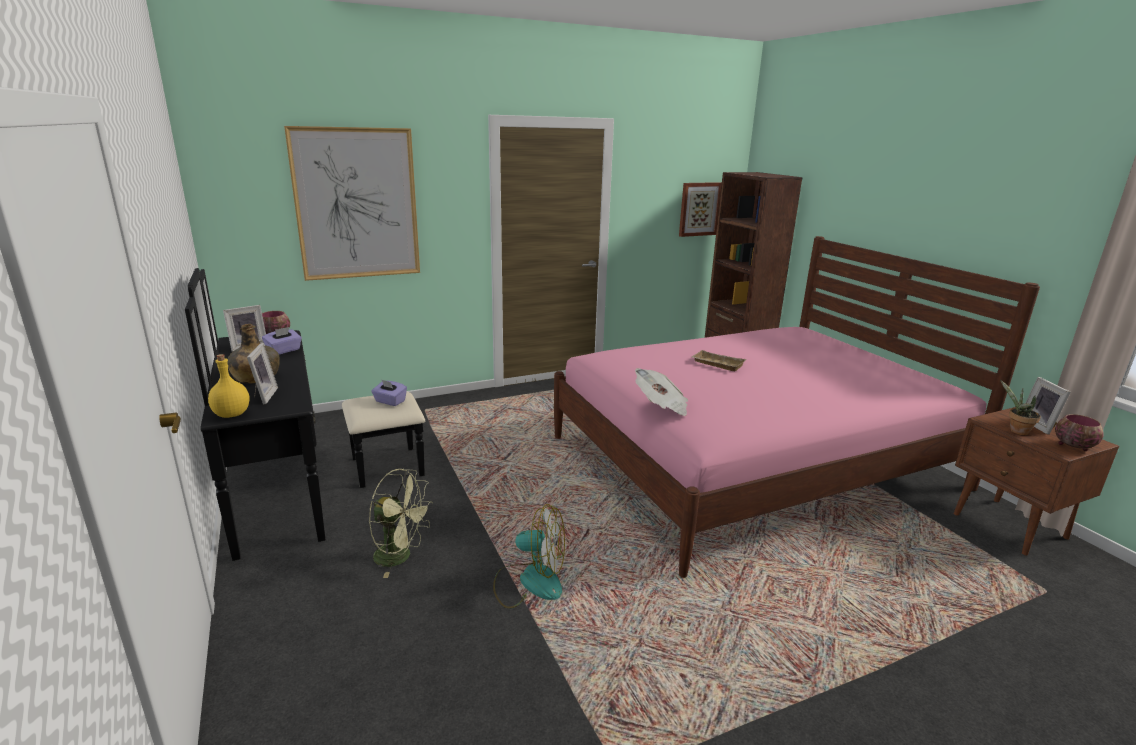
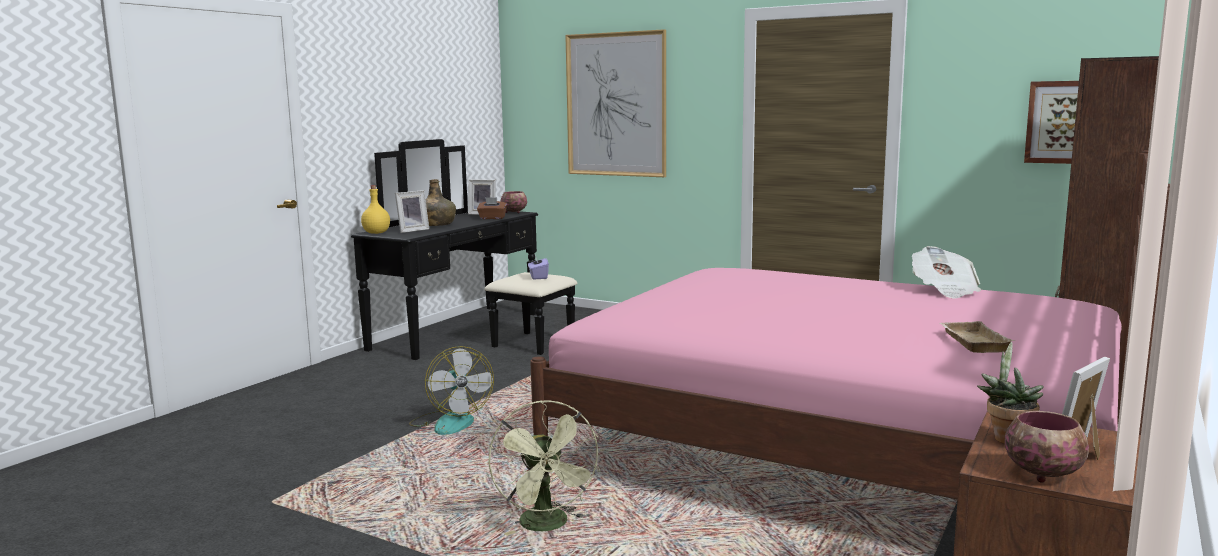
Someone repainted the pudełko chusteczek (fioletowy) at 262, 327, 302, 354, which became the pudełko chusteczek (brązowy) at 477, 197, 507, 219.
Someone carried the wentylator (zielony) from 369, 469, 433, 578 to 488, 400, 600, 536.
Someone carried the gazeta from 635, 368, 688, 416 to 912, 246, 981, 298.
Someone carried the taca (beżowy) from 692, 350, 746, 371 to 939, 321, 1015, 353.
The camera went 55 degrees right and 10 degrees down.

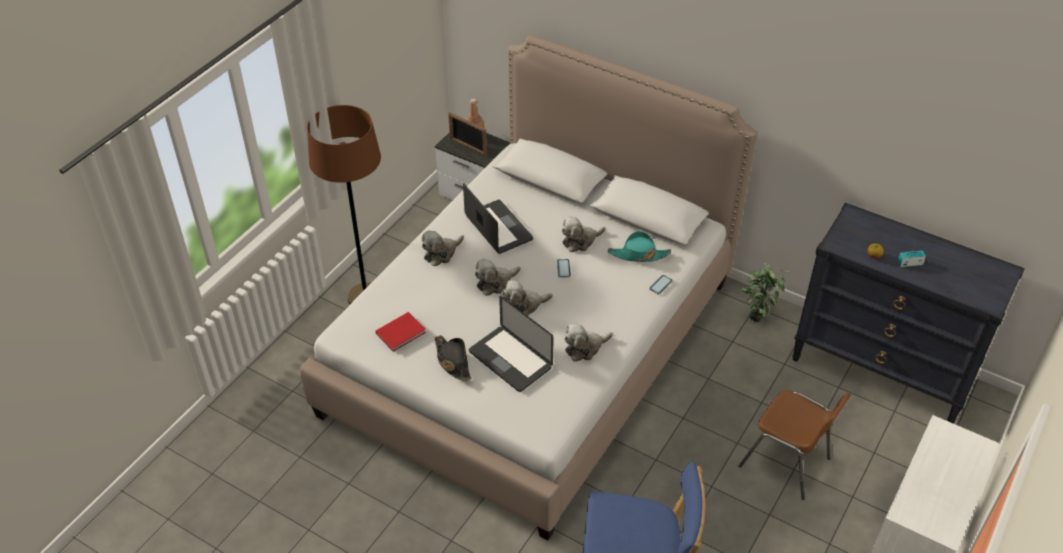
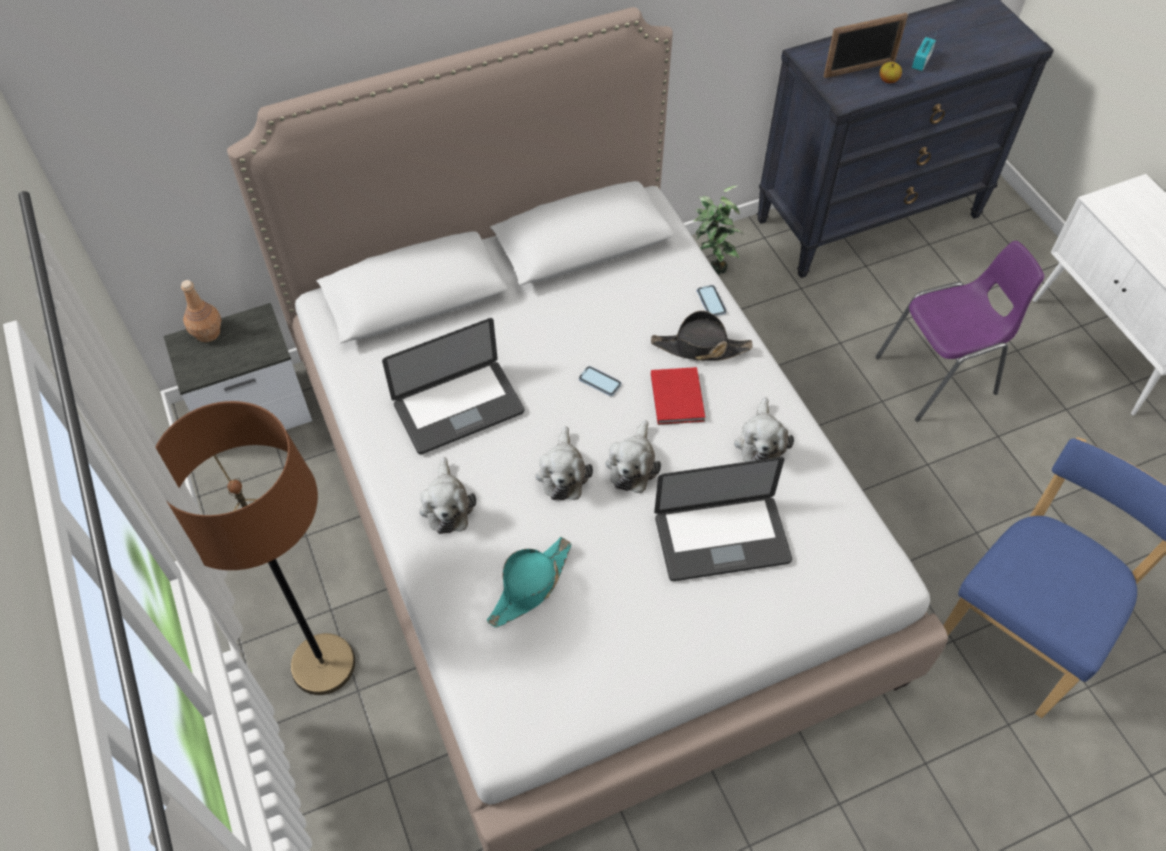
Someone carried the książka (czerwony) from 376, 312, 426, 352 to 651, 367, 705, 425.
Someone carried the kapelusz (czarny) from 435, 335, 472, 381 to 651, 311, 752, 361.
Someone carried the ramka na zdjęcie from 448, 112, 487, 156 to 824, 13, 908, 78.
Someone rotated the laptop at 463, 183, 533, 254 by 150 degrees clockwise.
Someone took away the pluszak at 561, 216, 606, 252.
Someone carried the kapelusz (turkusowy) from 608, 231, 671, 262 to 487, 537, 572, 628.
Someone repainted the krzesło (brązowy) at 738, 390, 851, 500, which became the krzesło (fioletowy) at 875, 241, 1045, 422.
The camera went 55 degrees left and 10 degrees up.

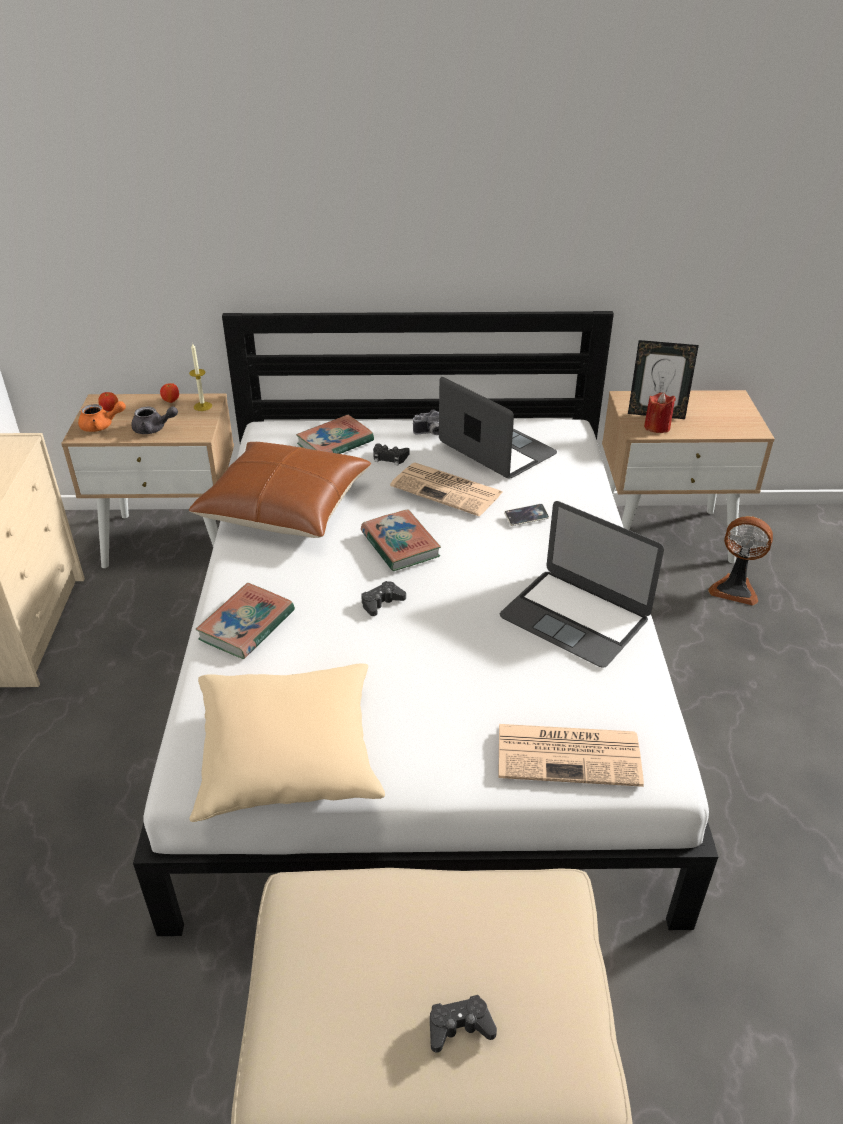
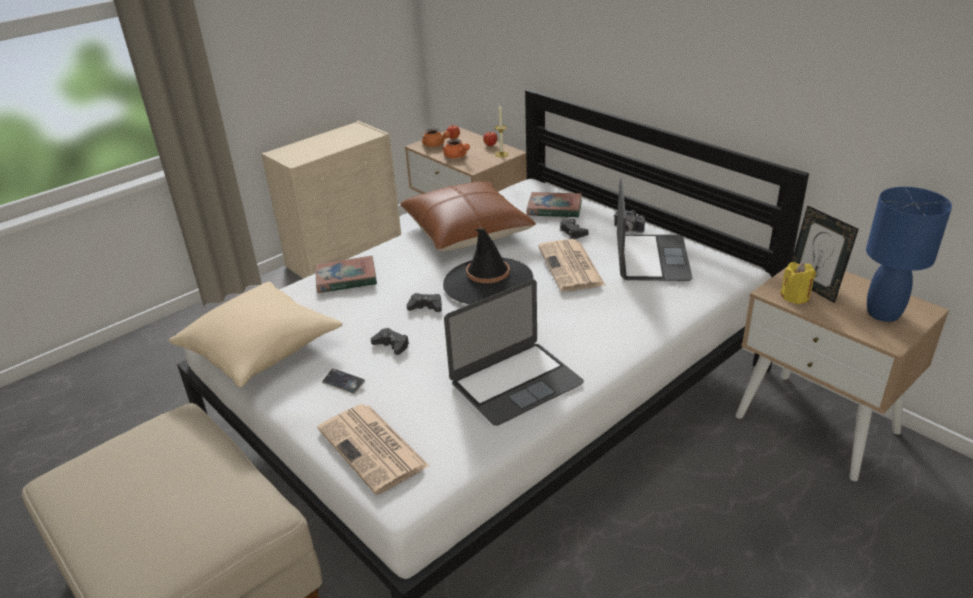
Someone repainted the imbryk (szary) at 131, 406, 178, 434, which became the imbryk (pomarańczowy) at 442, 139, 470, 158.
Someone swapped the książka at 361, 509, 441, 571 for the kapelusz (czarny) at 443, 228, 533, 305.
Someone carried the pad do gier (czarny) from 430, 995, 497, 1053 to 371, 328, 409, 355.
Someone rotated the laptop at 500, 501, 664, 668 by 120 degrees counterclockwise.
Someone carried the telefon from 504, 504, 549, 526 to 322, 368, 365, 395.
Someone repainted the świeca (czerwony) at 644, 392, 676, 433, which became the świeca (żółty) at 780, 262, 816, 304.
Someone took away the wentylator at 708, 516, 773, 606.
Someone put down the lampa stołowa (niebieski) at 866, 187, 952, 322.
The camera went 50 degrees right and 5 degrees down.

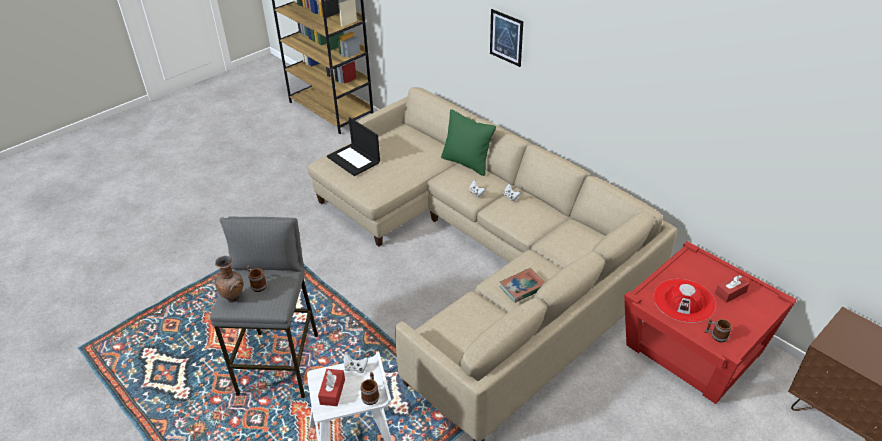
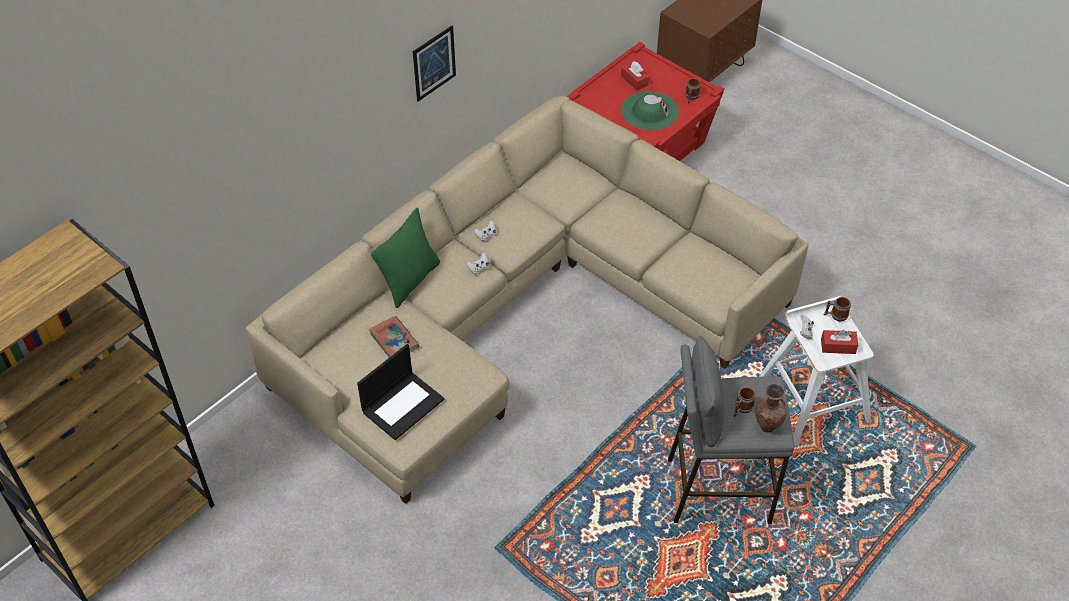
Someone carried the obraz from 490, 9, 523, 67 to 413, 25, 456, 101.
Someone carried the książka from 500, 268, 545, 303 to 369, 316, 419, 358.
Someone repainted the kapelusz (czerwony) at 654, 279, 716, 323, which became the kapelusz (zielony) at 621, 91, 679, 130.
The camera went 95 degrees left and 10 degrees up.

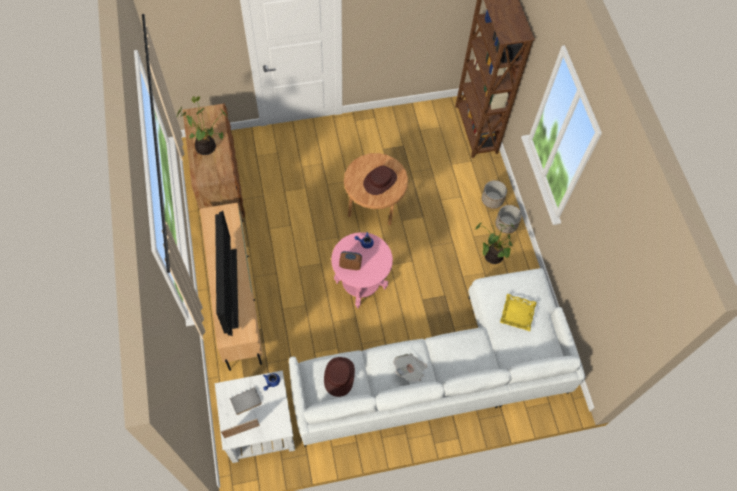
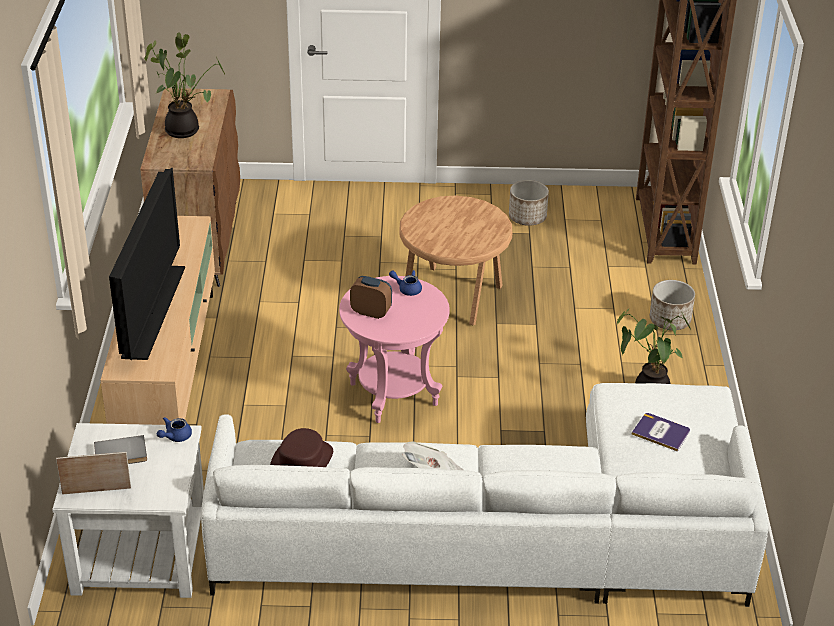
Someone took away the kapelusz (brązowy) at 363, 166, 397, 195.
Someone carried the donica from 495, 205, 522, 234 to 509, 180, 549, 226.
Someone swapped the taca (żółty) at 500, 294, 537, 331 for the książka at 632, 413, 690, 452.
The camera went 15 degrees right and 25 degrees down.

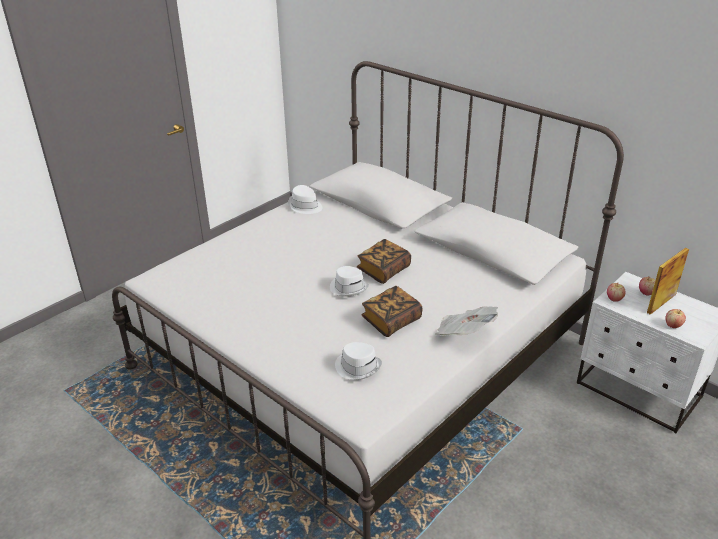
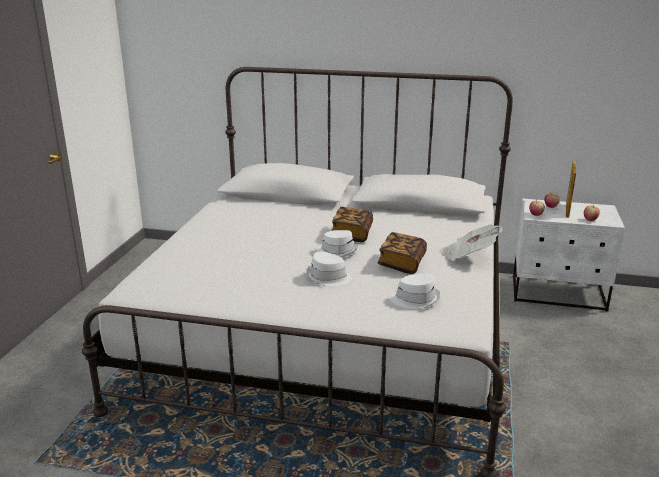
Someone carried the kapelusz (biały) from 288, 185, 322, 214 to 306, 252, 352, 286.
The camera went 30 degrees left and 10 degrees down.

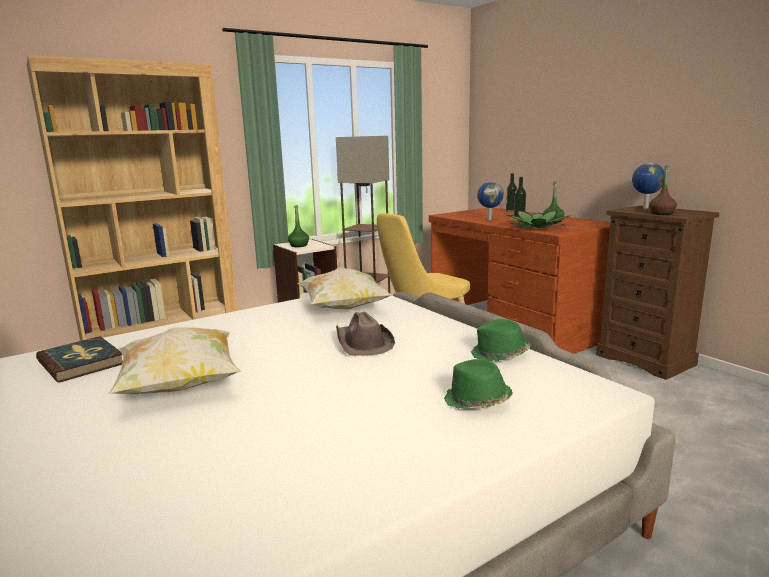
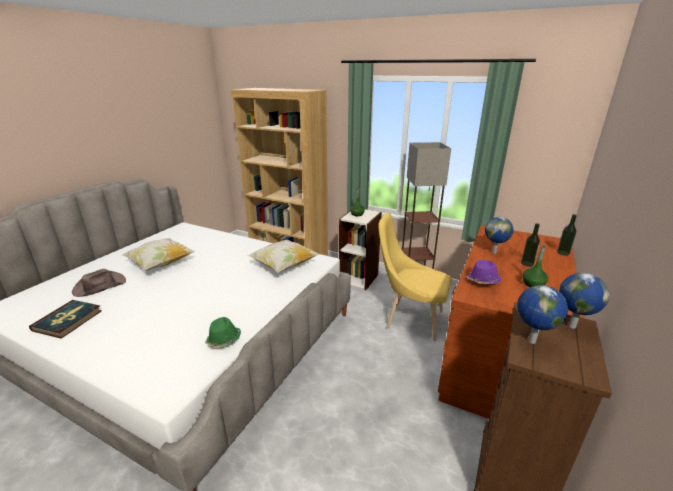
Someone carried the książka from 36, 336, 123, 383 to 29, 300, 102, 339.
Someone carried the kapelusz (brązowy) from 336, 312, 395, 356 to 72, 269, 126, 297.
Someone took away the kapelusz (zielony) at 444, 359, 513, 409.
Someone swapped the roślina doniczkowa at 507, 210, 571, 228 for the kapelusz (fioletowy) at 467, 260, 501, 284.
Someone swapped the butelka (brązowy) at 649, 165, 677, 215 for the globus at 517, 285, 568, 344.
The camera went 60 degrees right and 10 degrees up.

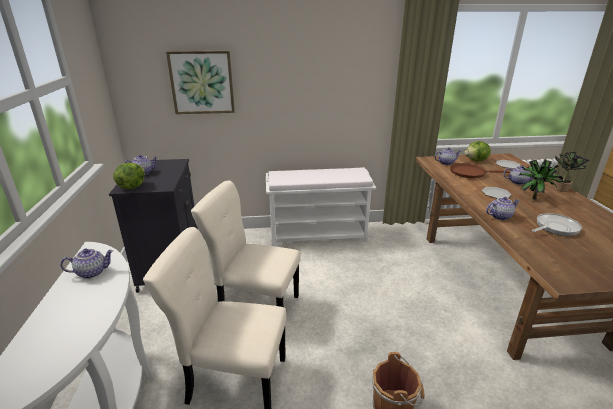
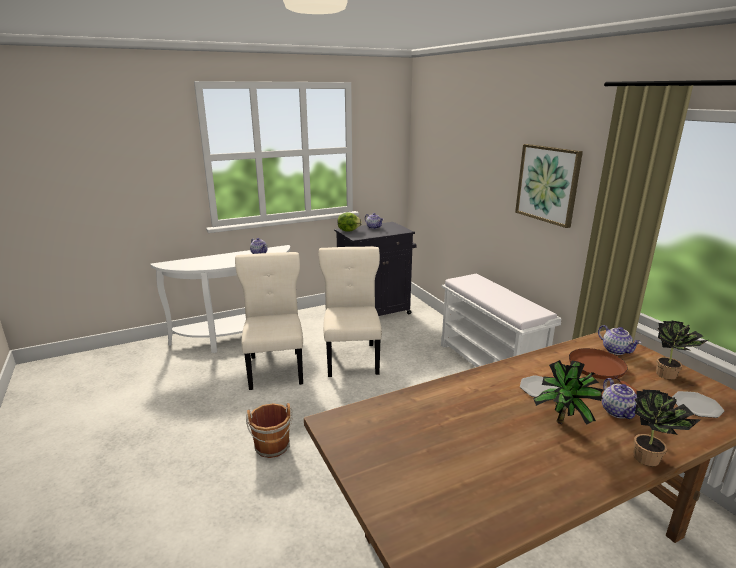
Someone carried the obraz from 166, 51, 235, 114 to 515, 144, 583, 228.
Someone swapped the sałata at 464, 141, 491, 161 for the roślina doniczkowa at 656, 321, 708, 380.
Someone took away the imbryk at 486, 197, 520, 220.
Someone took away the patelnia at 531, 213, 582, 236.
The camera went 70 degrees right and 5 degrees down.

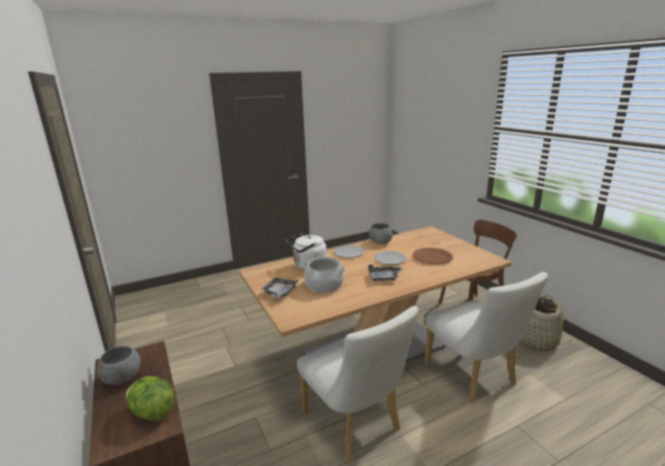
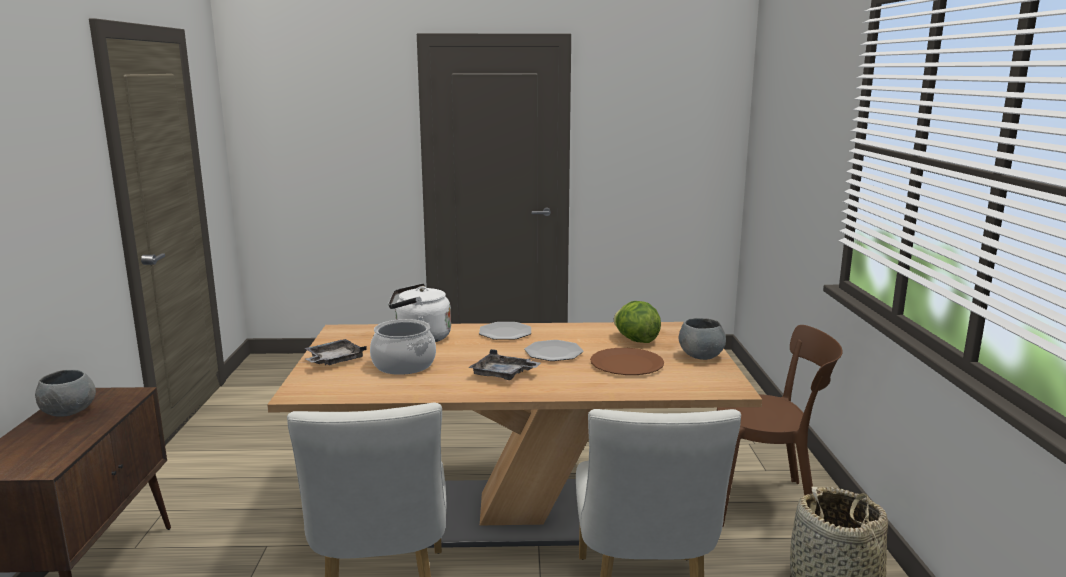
Someone carried the sałata from 126, 376, 174, 422 to 614, 301, 661, 343.
Someone carried the miska (szary) from 369, 223, 393, 244 to 679, 318, 726, 360.
The camera went 25 degrees right and 5 degrees down.

